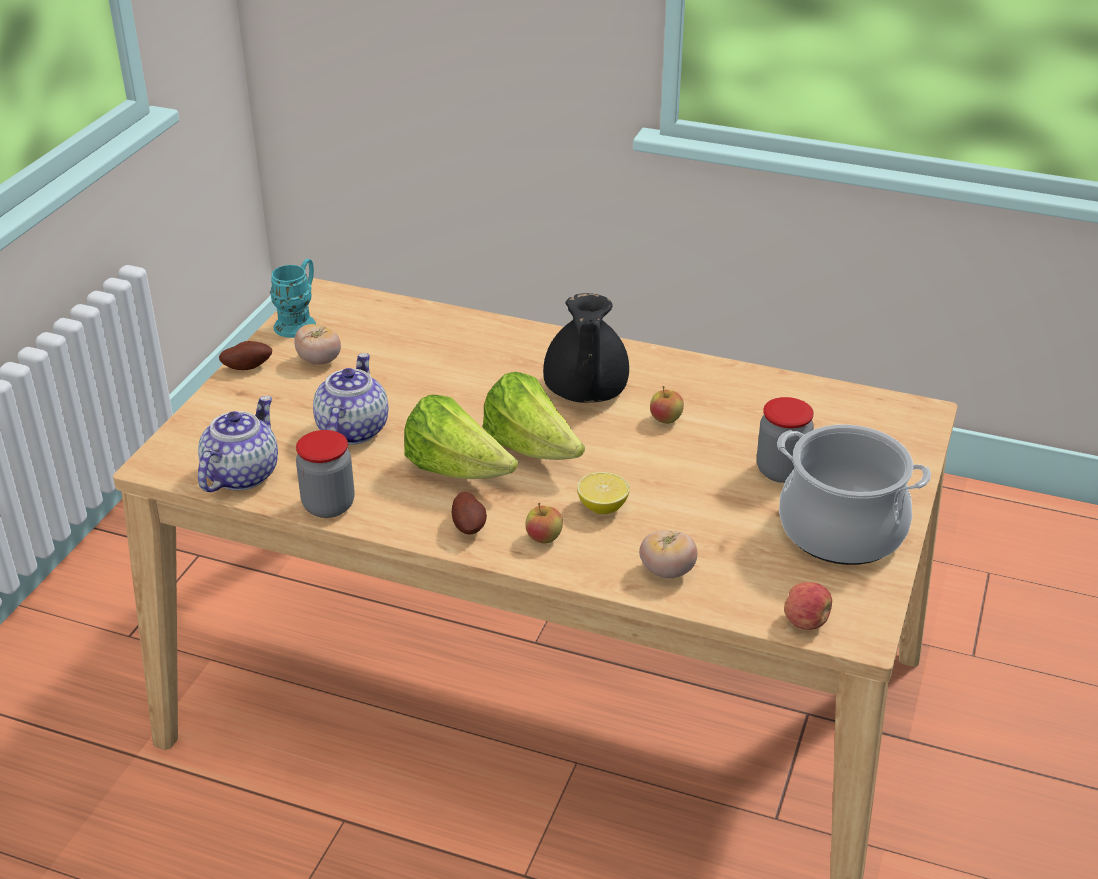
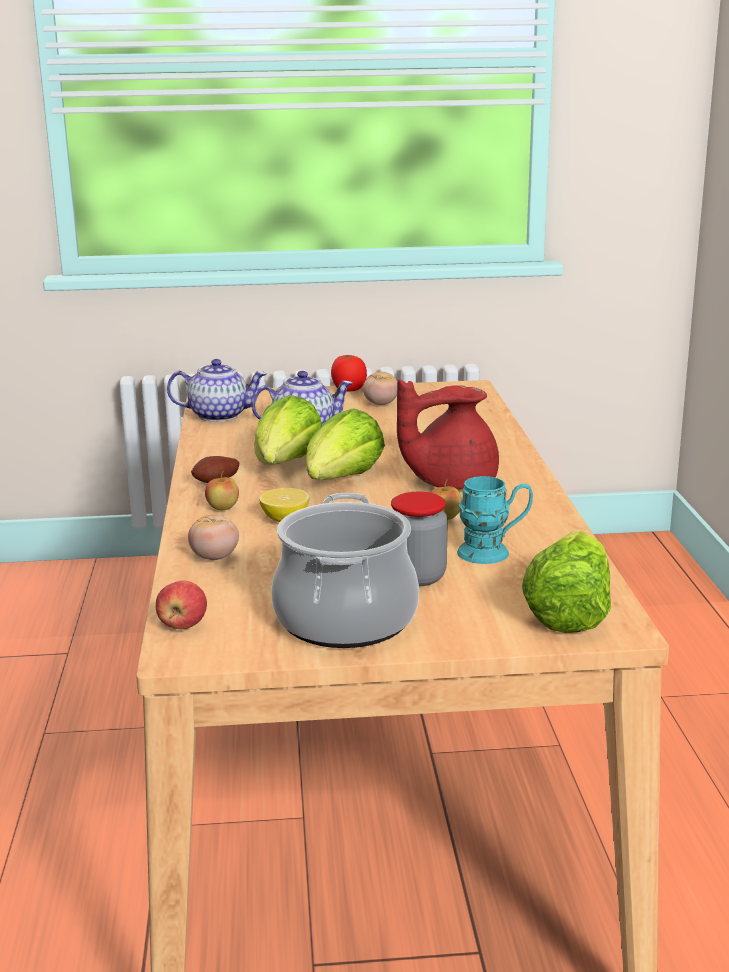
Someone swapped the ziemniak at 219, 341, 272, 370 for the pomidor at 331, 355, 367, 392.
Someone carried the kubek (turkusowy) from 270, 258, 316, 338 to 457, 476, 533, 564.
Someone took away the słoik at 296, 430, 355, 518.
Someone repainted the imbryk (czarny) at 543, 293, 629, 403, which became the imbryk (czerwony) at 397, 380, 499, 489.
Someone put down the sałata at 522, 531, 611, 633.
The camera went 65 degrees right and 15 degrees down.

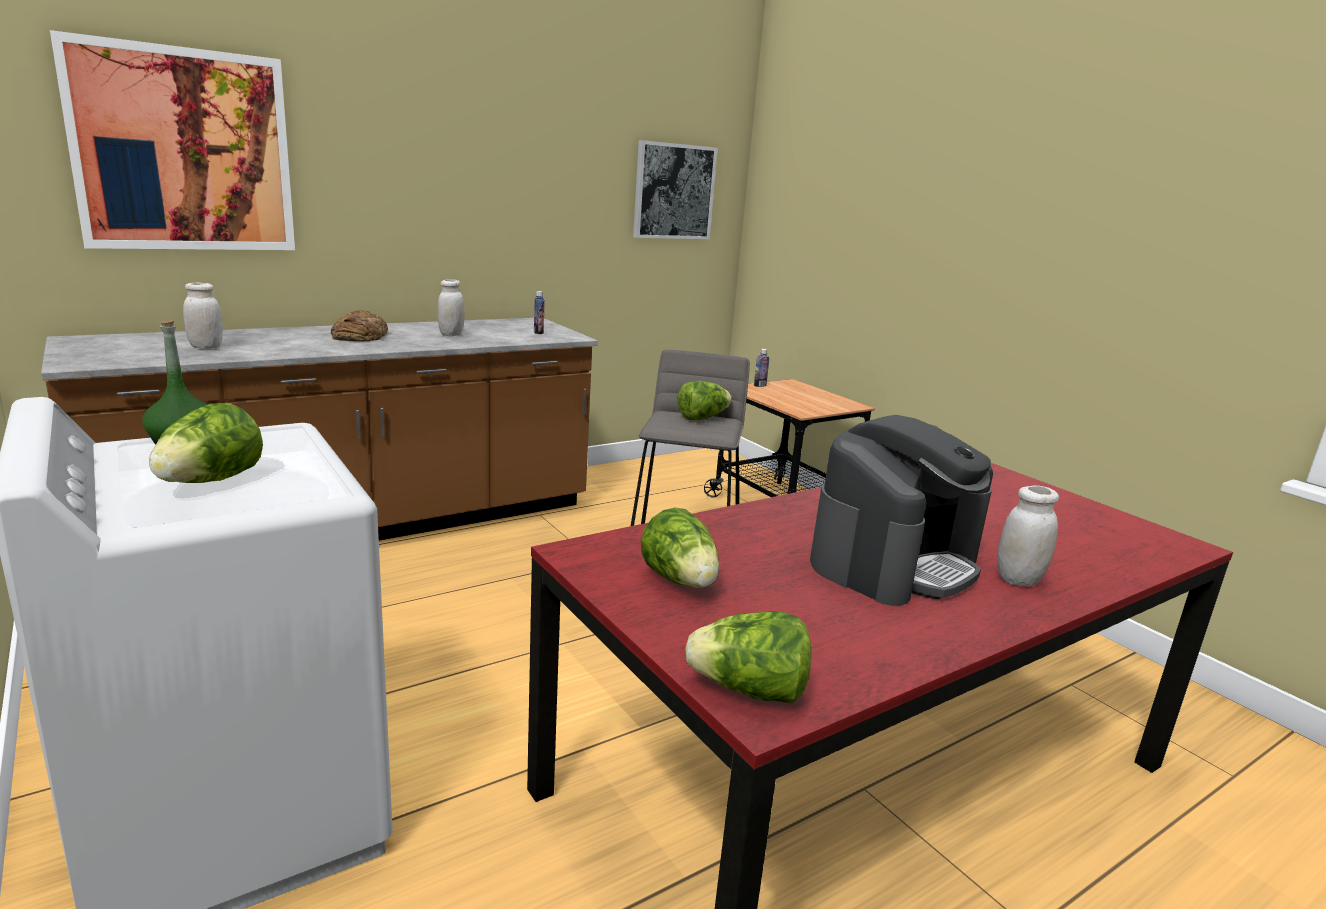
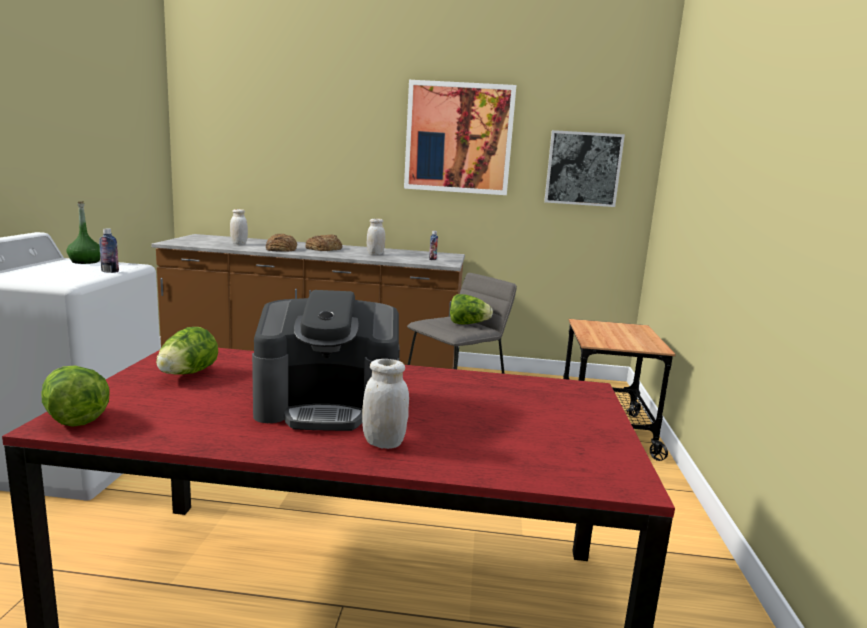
Someone carried the obraz from 50, 30, 295, 250 to 404, 80, 516, 195.
Someone took away the sałata at 149, 403, 263, 483.
Someone carried the butelka from 754, 349, 769, 387 to 99, 229, 119, 273.
Someone put down the chleb at 266, 234, 297, 252.
The camera went 40 degrees right and 5 degrees down.

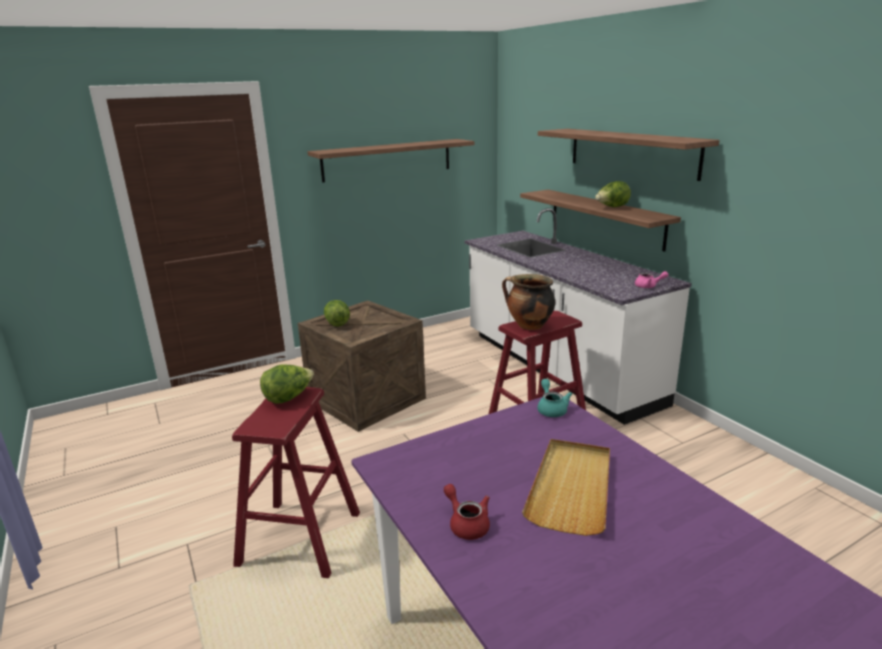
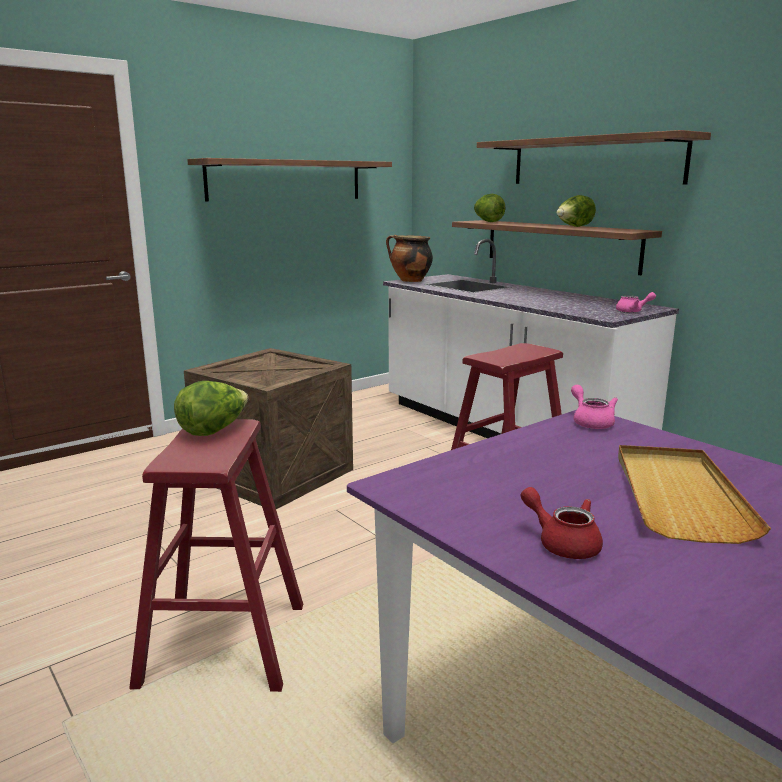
Someone carried the sałata from 324, 300, 350, 327 to 474, 194, 505, 222.
Someone carried the garnek from 502, 274, 555, 330 to 386, 235, 433, 282.
Someone repainted the imbryk (turkusowy) at 537, 379, 572, 417, which became the imbryk (różowy) at 571, 385, 618, 429.
The camera went 10 degrees left and 5 degrees down.

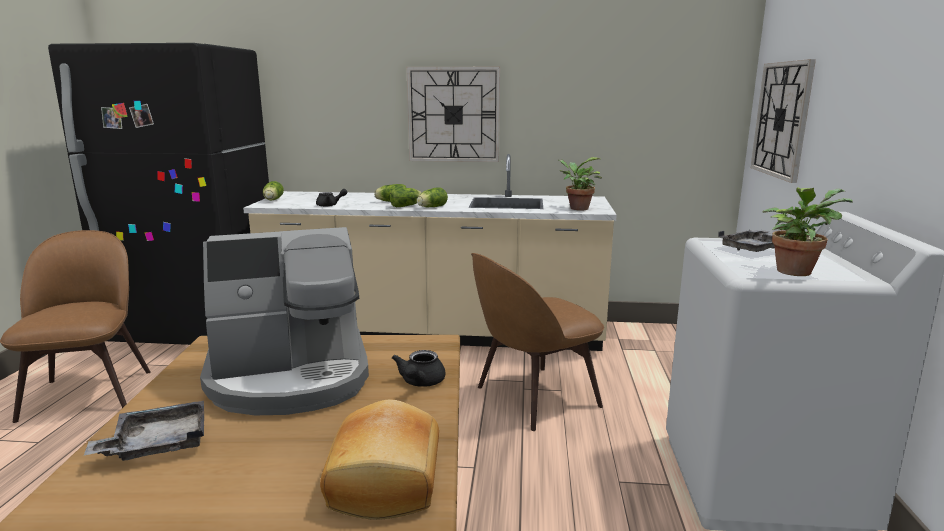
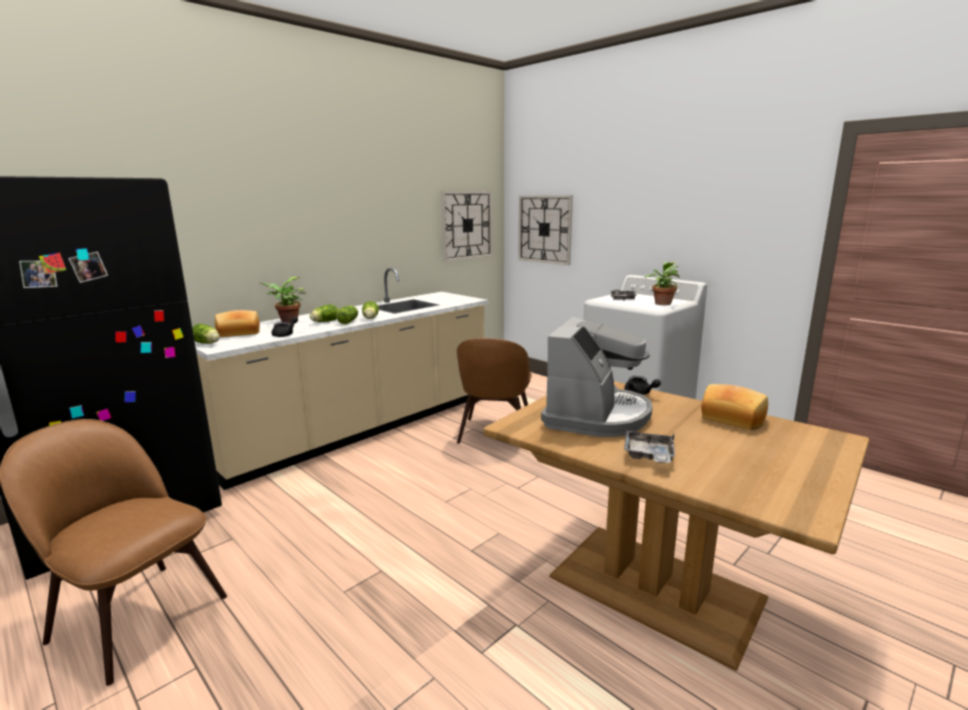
Someone carried the zegar ścienny from 407, 67, 500, 162 to 441, 191, 492, 261.
Someone carried the roślina doniczkowa from 558, 157, 602, 210 to 259, 277, 306, 323.
Someone put down the chleb at 215, 310, 260, 337.
The camera went 50 degrees left and 0 degrees up.

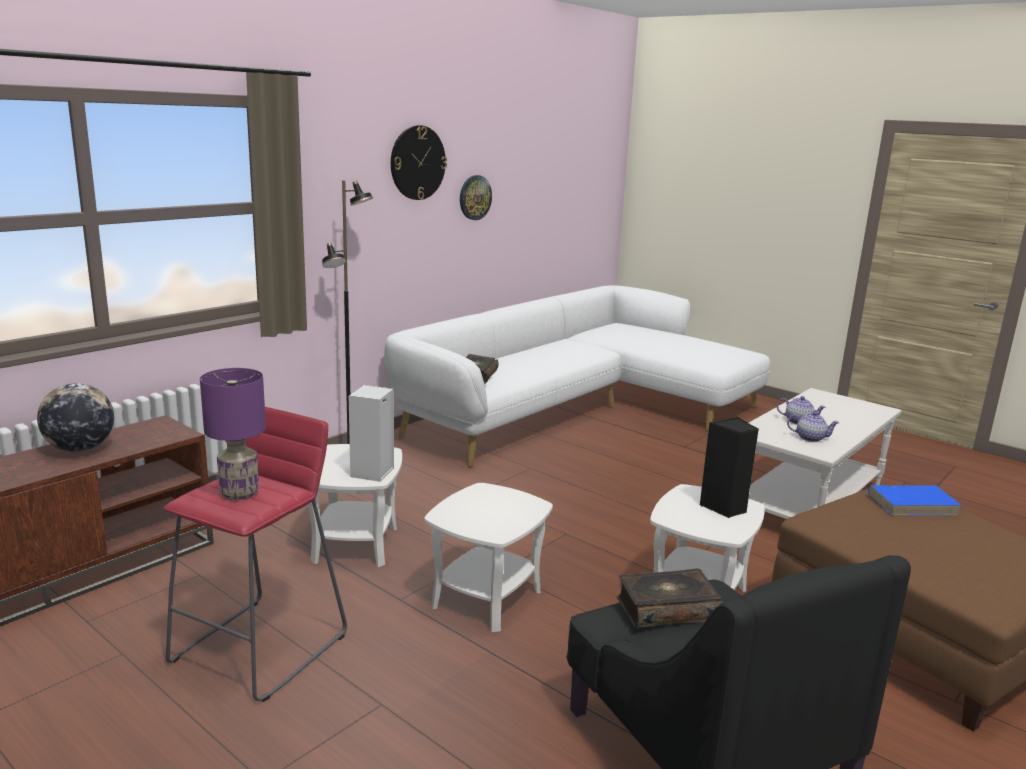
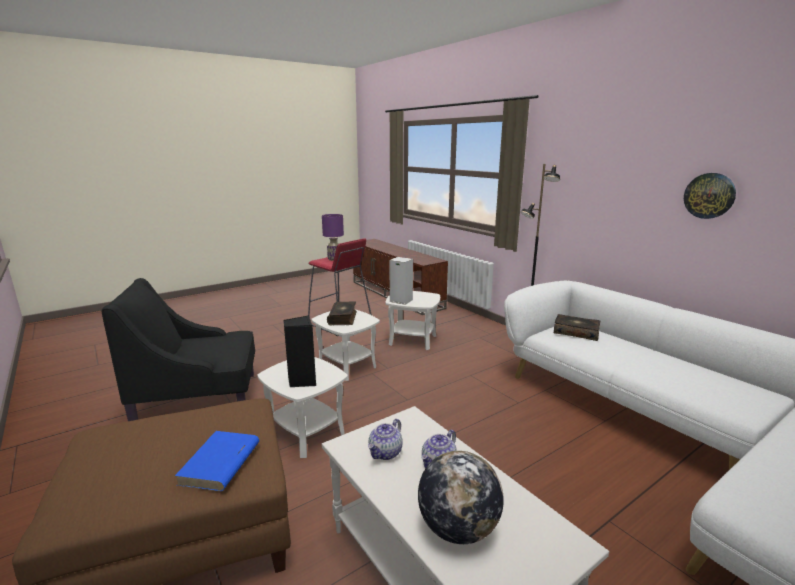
Someone carried the globus from 37, 383, 114, 452 to 418, 451, 504, 544.
Someone took away the zegar ścienny at 391, 125, 447, 200.
Someone carried the książka from 617, 568, 723, 628 to 327, 301, 357, 325.
The camera went 105 degrees right and 0 degrees up.

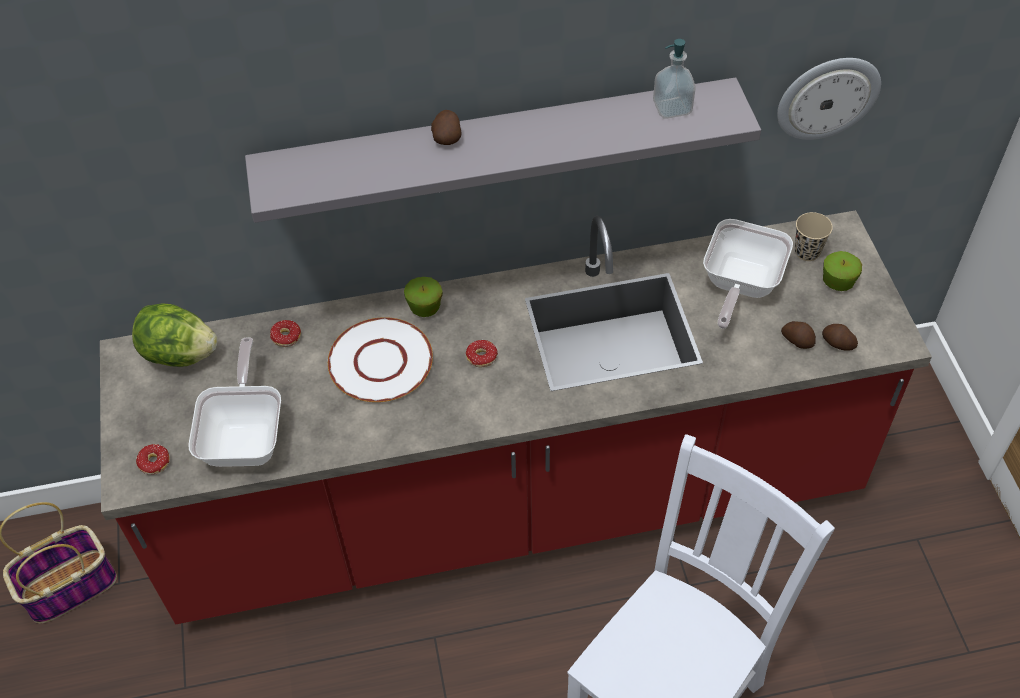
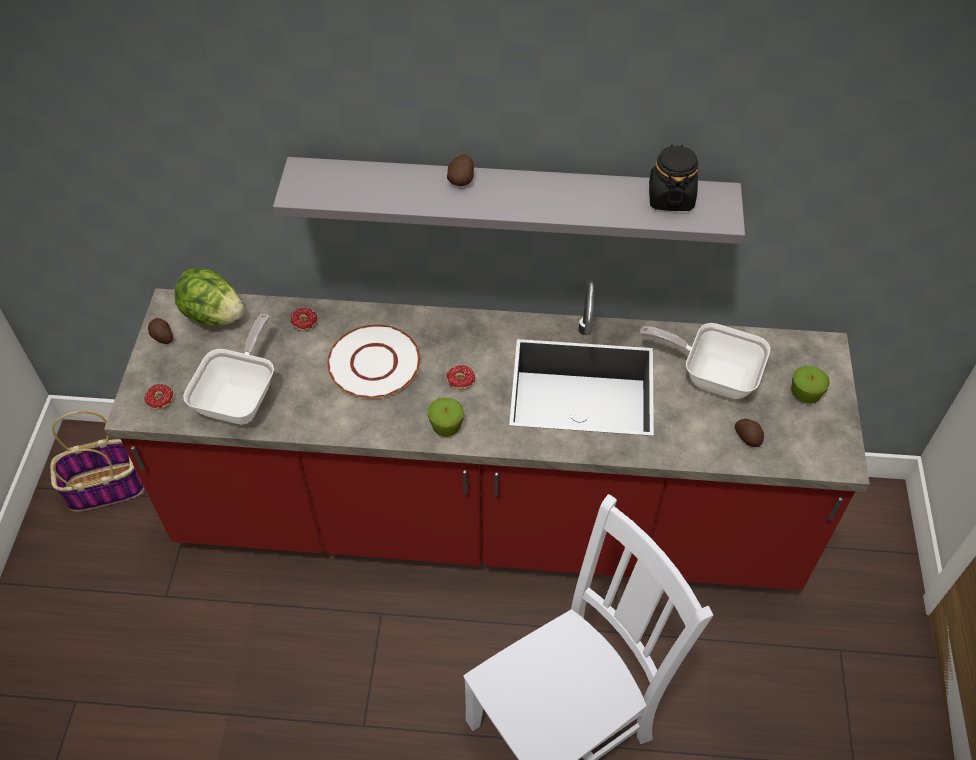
Someone carried the jabłko from 404, 277, 443, 317 to 428, 398, 464, 437.
Someone swapped the dozownik mydła at 653, 39, 696, 119 for the słoik (czarny) at 649, 144, 699, 211.
Someone rotated the patelnia at 703, 219, 793, 329 by 75 degrees clockwise.
Someone took away the zegar ścienny at 777, 58, 881, 140.
Someone took away the filiżanka (beżowy) at 795, 212, 833, 261.
Someone carried the ziemniak from 822, 324, 858, 351 to 148, 318, 173, 344.
The camera went 15 degrees right and 0 degrees up.

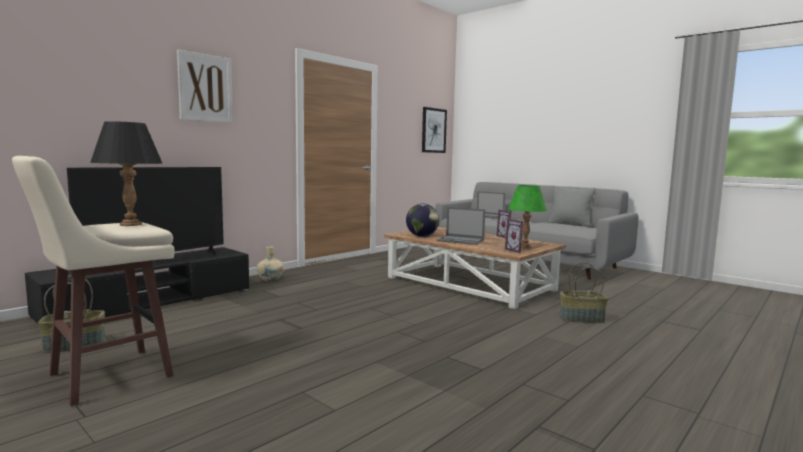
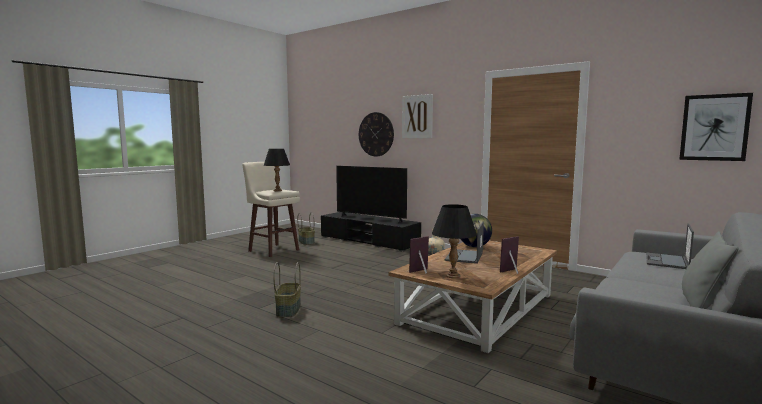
Someone repainted the lampa stołowa (zielony) at 508, 185, 547, 248, which became the lampa stołowa (czarny) at 432, 204, 477, 278.
Someone carried the koszyk from 559, 262, 608, 323 to 273, 262, 301, 317.
Someone put up the zegar ścienny at 359, 112, 394, 156.
The camera went 85 degrees right and 0 degrees up.

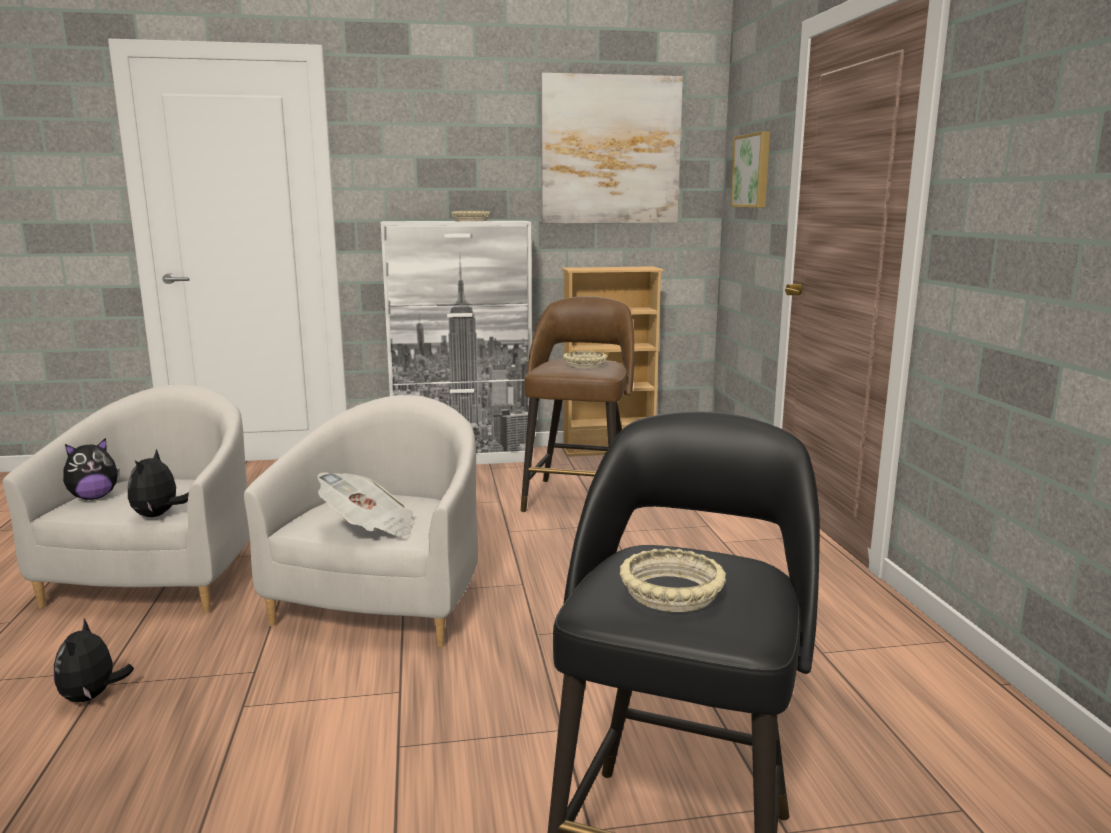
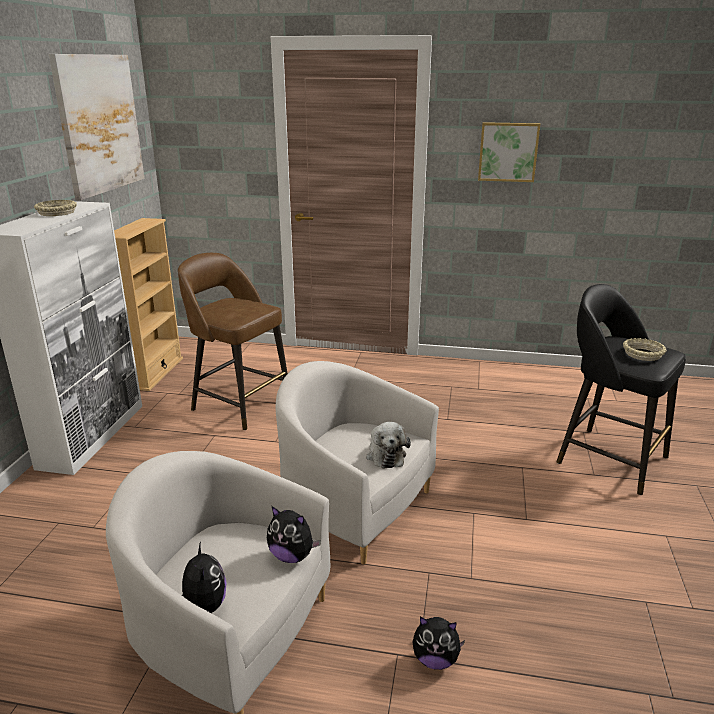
Someone swapped the gazeta at 317, 472, 413, 538 for the pluszak at 366, 422, 411, 469.
Someone took away the miska (beżowy) at 563, 351, 607, 368.
Someone carried the obraz from 731, 131, 770, 207 to 478, 122, 540, 182.
The camera went 70 degrees left and 10 degrees up.

